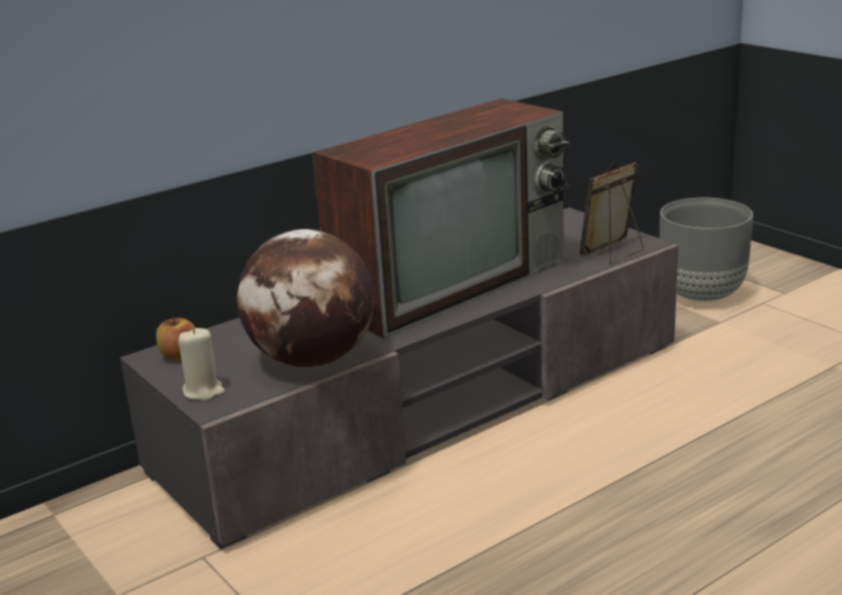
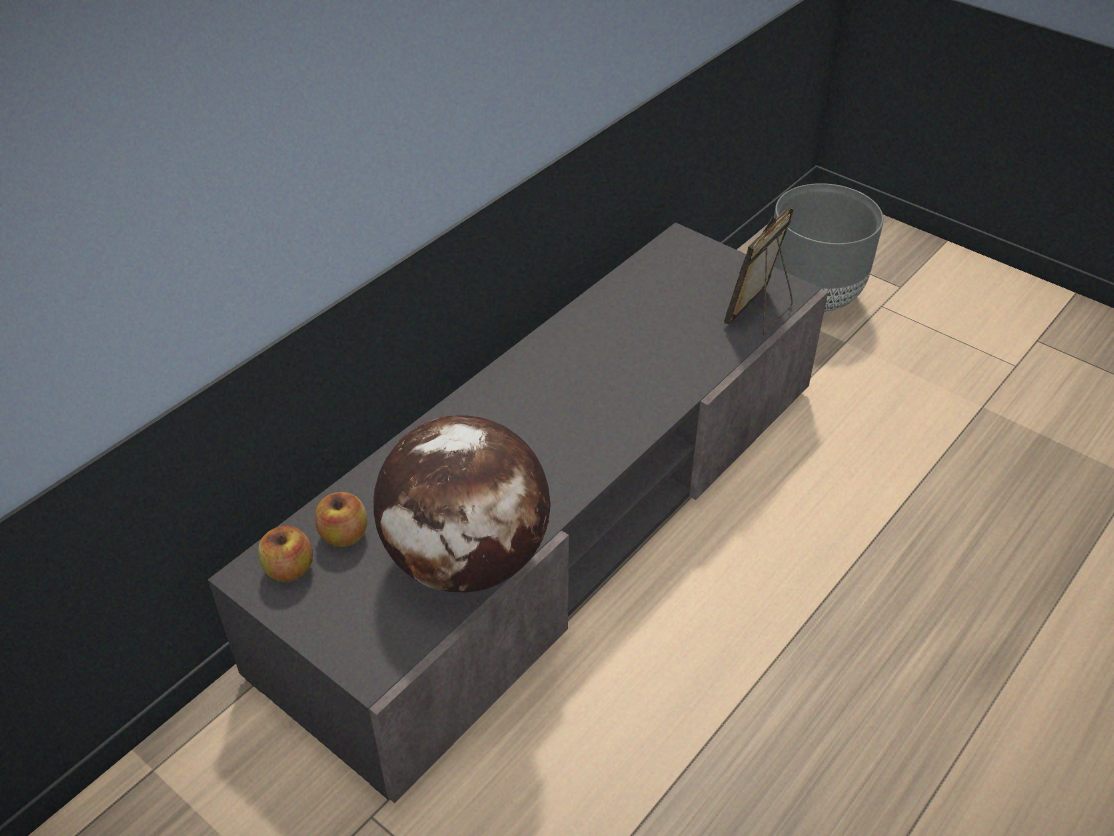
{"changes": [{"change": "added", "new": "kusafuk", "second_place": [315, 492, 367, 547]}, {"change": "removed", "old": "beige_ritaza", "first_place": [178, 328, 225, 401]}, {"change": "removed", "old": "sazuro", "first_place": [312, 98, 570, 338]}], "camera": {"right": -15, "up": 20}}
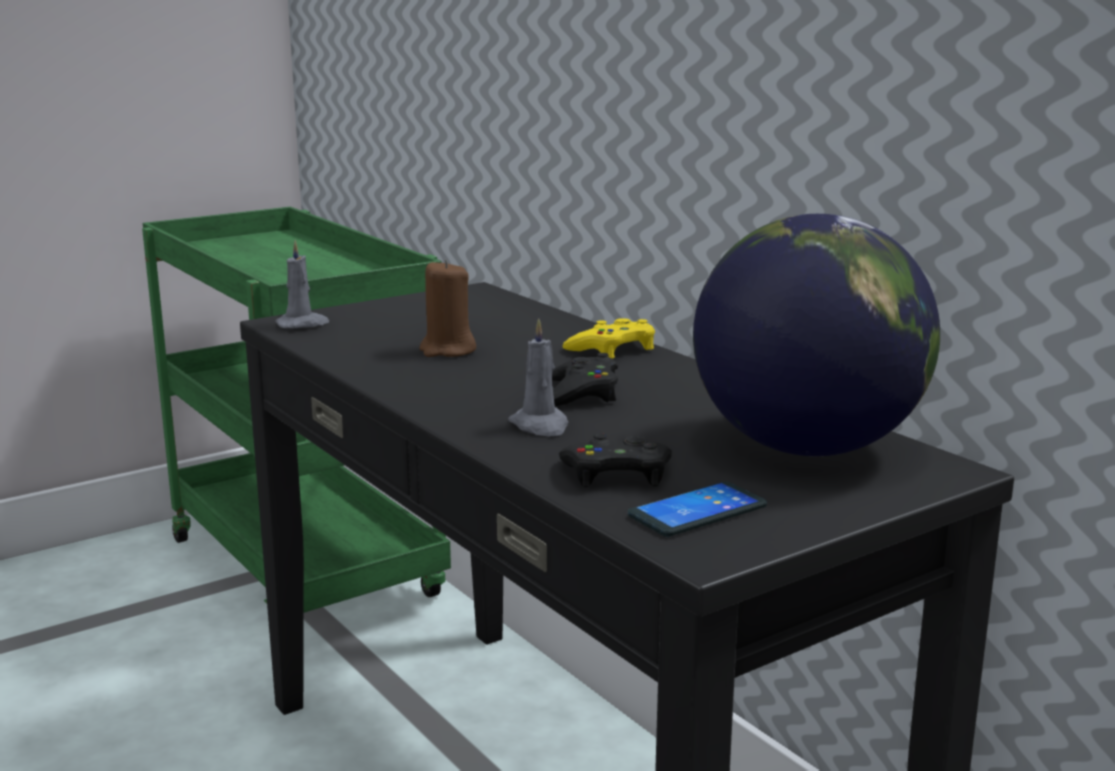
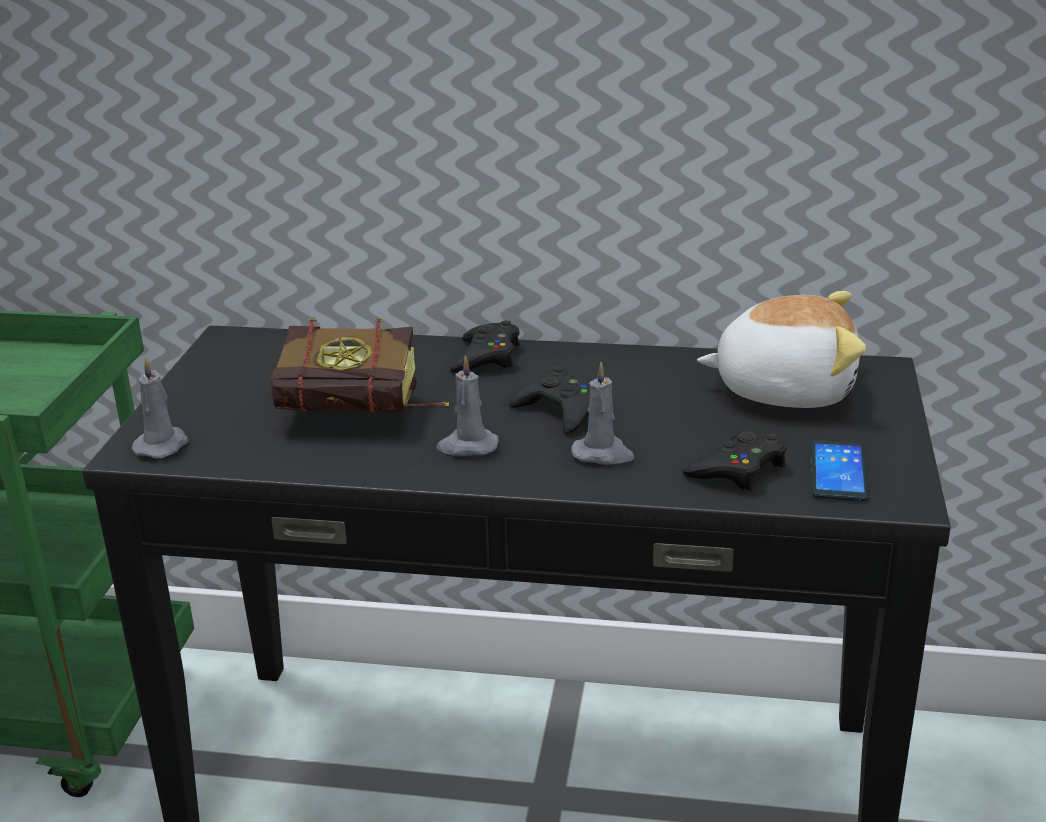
{"changes": [{"change": "replaced", "old": "brown_ritaza", "new": "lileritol", "first_place": [419, 259, 476, 357], "second_place": [270, 318, 449, 413]}, {"change": "added", "new": "grey_ritaza", "second_place": [436, 355, 498, 456]}, {"change": "recoloured", "old": "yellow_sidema", "new": "black_sidema", "first_place": [562, 318, 655, 359], "second_place": [450, 320, 520, 373]}, {"change": "replaced", "old": "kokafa", "new": "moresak", "first_place": [693, 214, 940, 456], "second_place": [697, 291, 866, 408]}], "camera": {"right": -45, "up": 10}}
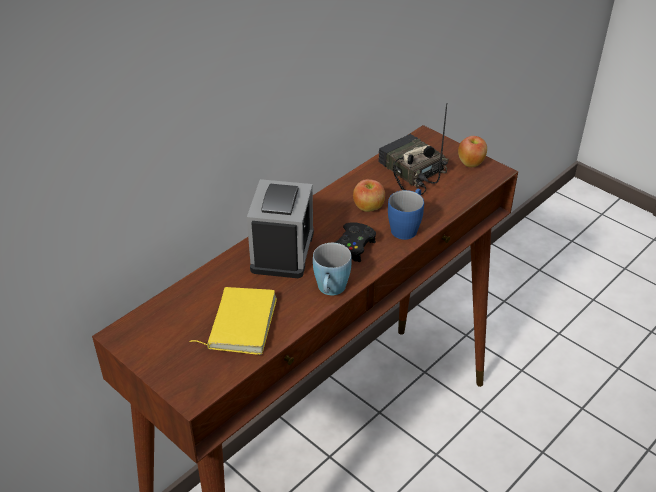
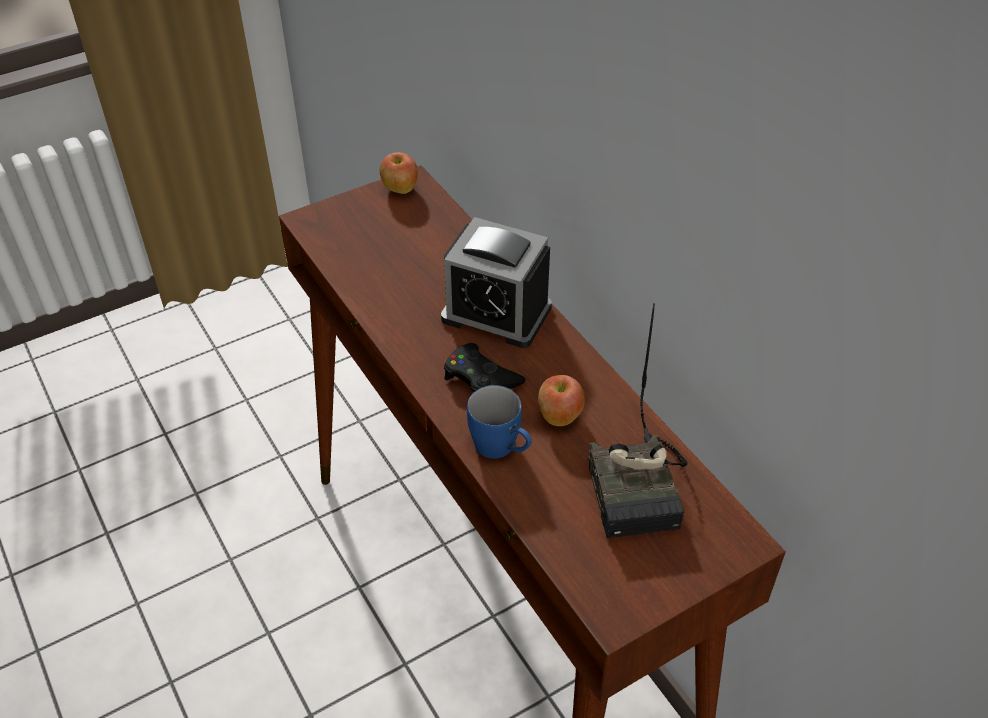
{"changes": [{"change": "moved", "old": "kusafuk", "first_place": [458, 136, 487, 167], "second_place": [380, 152, 418, 194]}, {"change": "turned", "old": "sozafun", "first_place": [378, 103, 449, 195], "second_place": [587, 303, 688, 538], "degrees": 105}, {"change": "removed", "old": "yellow_lileritol", "first_place": [190, 287, 277, 355]}, {"change": "removed", "old": "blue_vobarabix", "first_place": [313, 243, 352, 295]}], "camera": {"right": 105, "up": 5}}
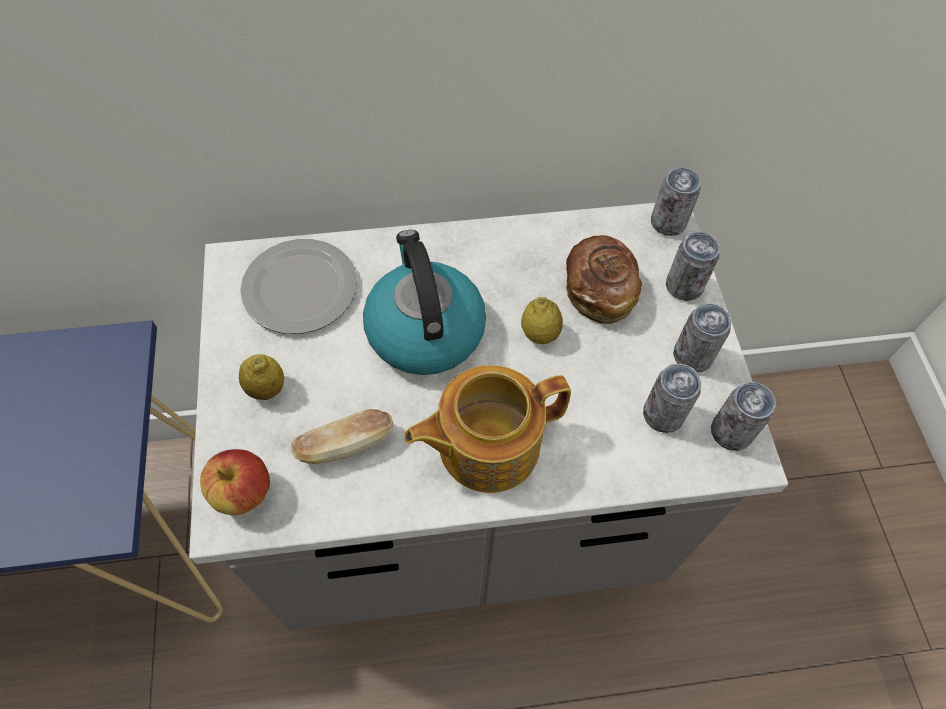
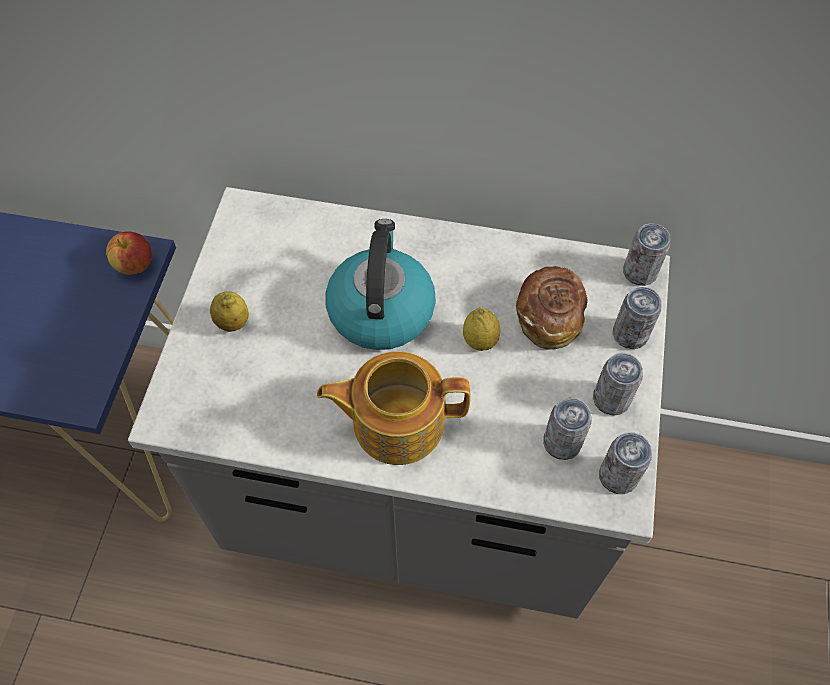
{"changes": [{"change": "moved", "old": "kusafuk", "first_place": [200, 449, 270, 515], "second_place": [106, 231, 152, 275]}, {"change": "removed", "old": "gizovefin", "first_place": [240, 239, 357, 334]}, {"change": "removed", "old": "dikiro", "first_place": [290, 409, 394, 464]}], "camera": {"right": 20, "up": 0}}
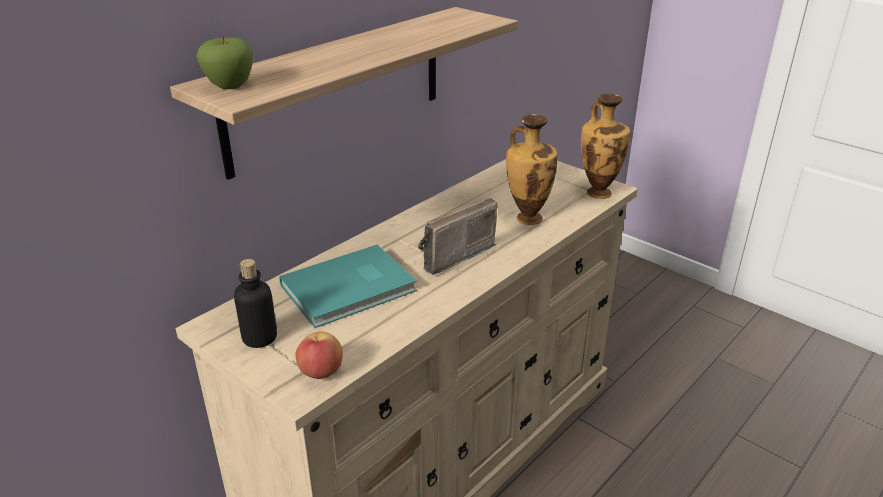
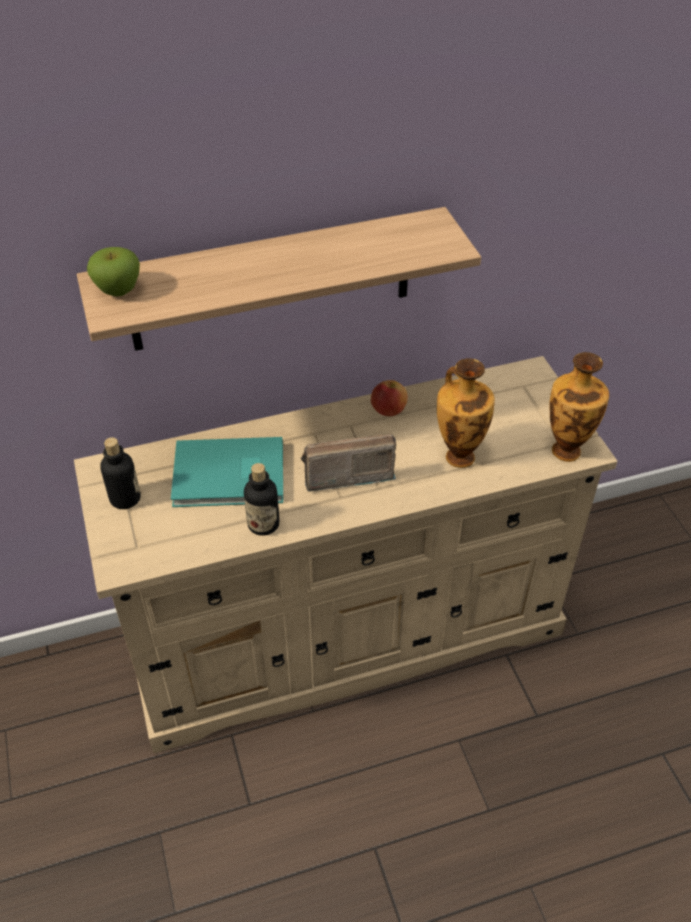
{"changes": [{"change": "added", "new": "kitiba", "second_place": [244, 463, 280, 536]}, {"change": "moved", "old": "kusafuk", "first_place": [296, 331, 343, 379], "second_place": [371, 380, 408, 416]}], "camera": {"right": 30, "up": 15}}
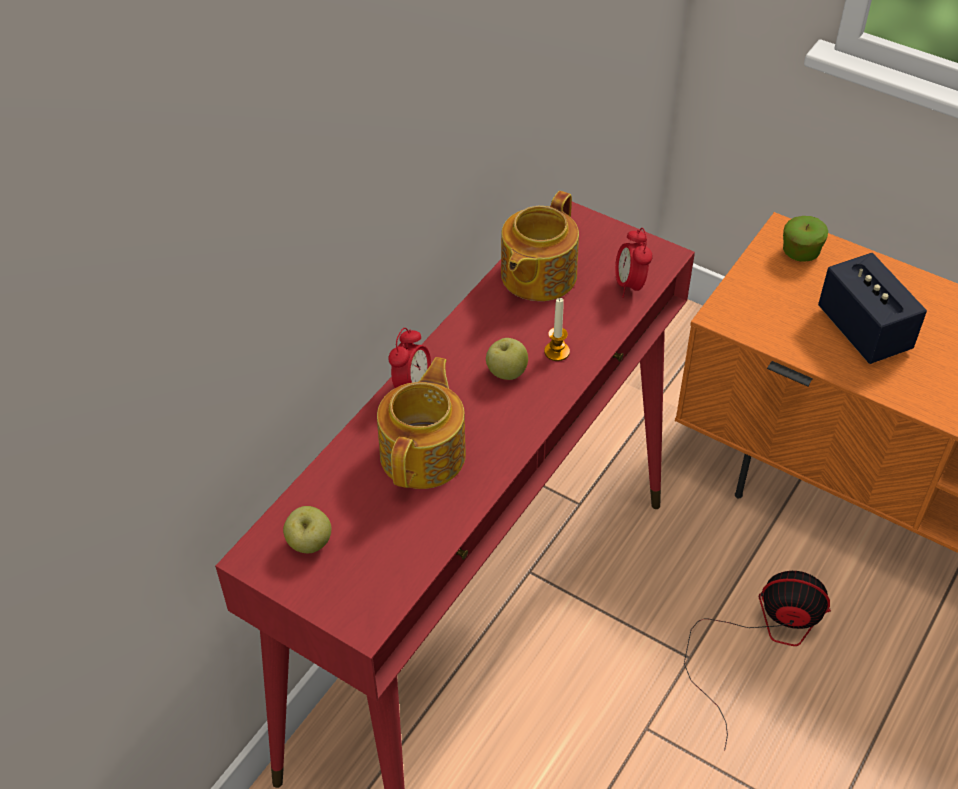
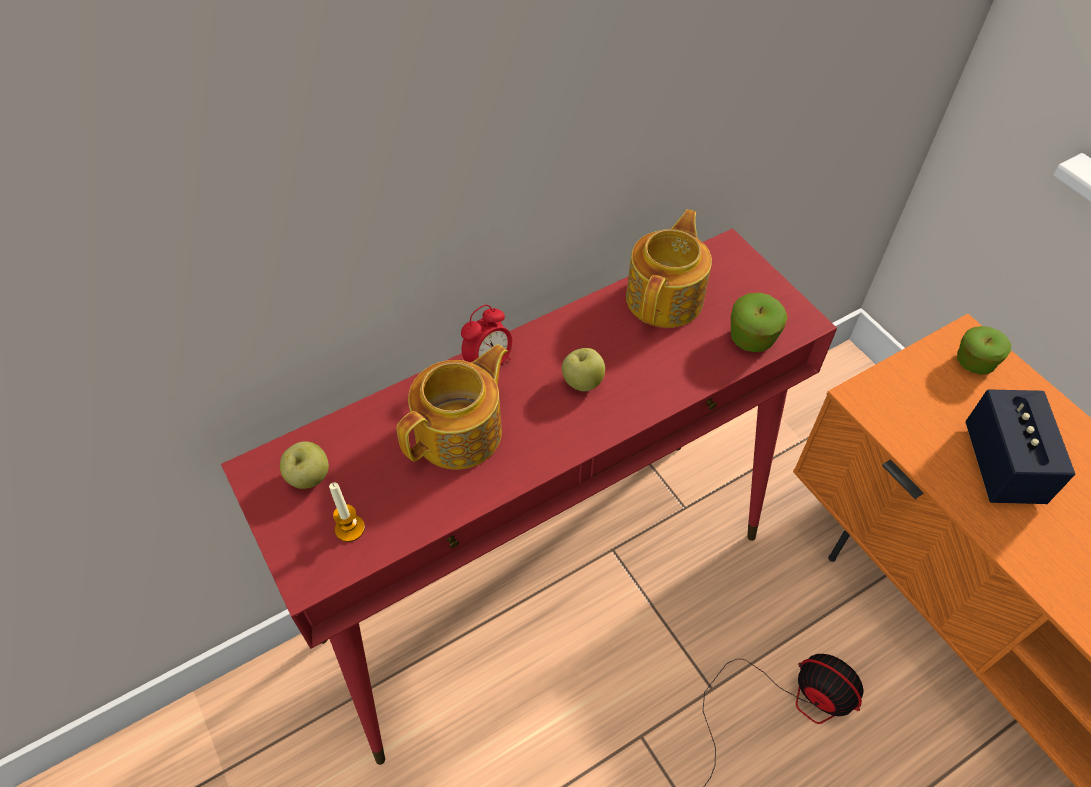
{"changes": [{"change": "moved", "old": "ritaza", "first_place": [544, 298, 570, 361], "second_place": [329, 483, 365, 542]}, {"change": "turned", "old": "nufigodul", "first_place": [501, 191, 579, 301], "second_place": [626, 209, 712, 328], "degrees": 150}, {"change": "replaced", "old": "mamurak", "new": "kusafuk", "first_place": [615, 228, 653, 298], "second_place": [731, 293, 788, 352]}], "camera": {"right": 25, "up": 5}}
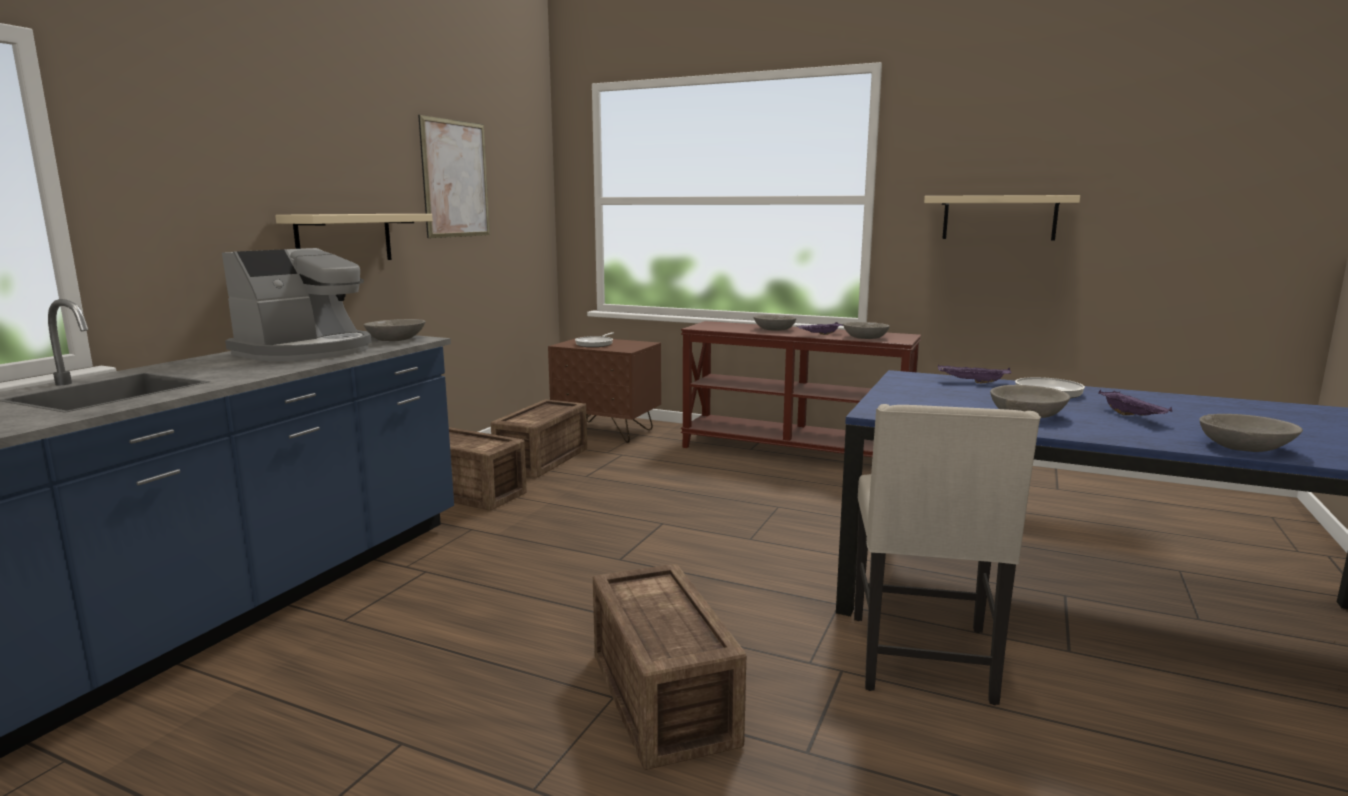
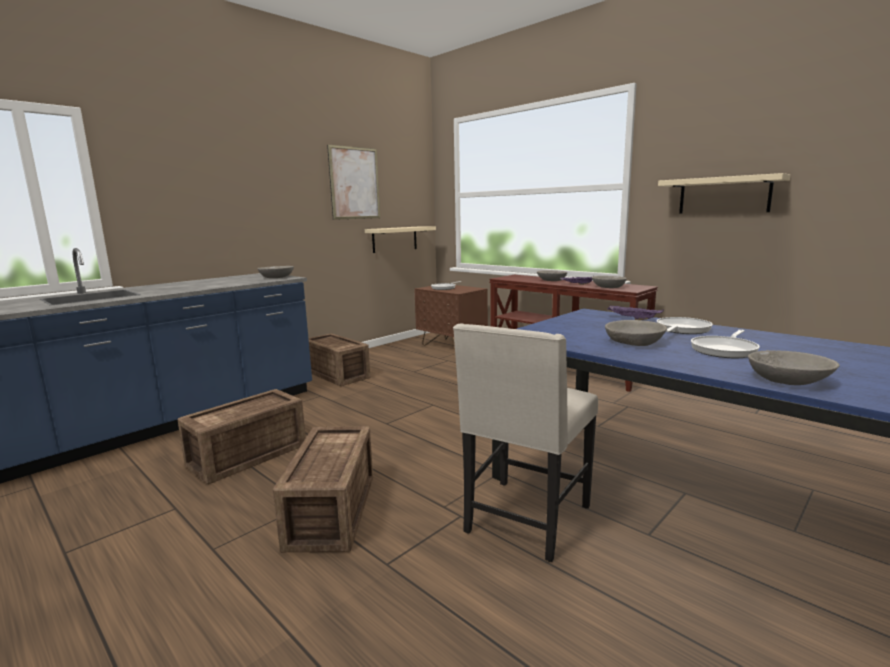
{"changes": [{"change": "moved", "old": "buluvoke", "first_place": [491, 399, 587, 478], "second_place": [177, 389, 306, 484]}, {"change": "moved", "old": "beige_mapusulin", "first_place": [275, 214, 433, 260], "second_place": [365, 226, 436, 253]}, {"change": "replaced", "old": "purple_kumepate", "new": "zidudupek", "first_place": [1098, 390, 1172, 416], "second_place": [691, 330, 760, 358]}, {"change": "removed", "old": "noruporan", "first_place": [222, 248, 372, 361]}], "camera": {"right": 20, "up": 0}}
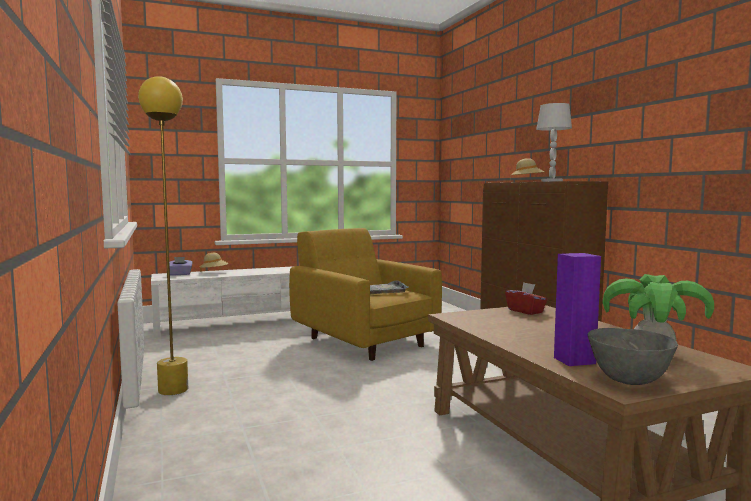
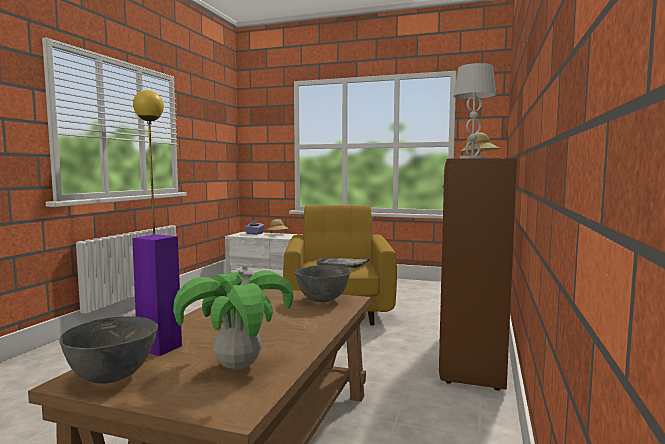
{"changes": [{"change": "replaced", "old": "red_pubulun", "new": "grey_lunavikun", "first_place": [505, 282, 547, 315], "second_place": [295, 265, 350, 302]}], "camera": {"right": 40, "up": 0}}
